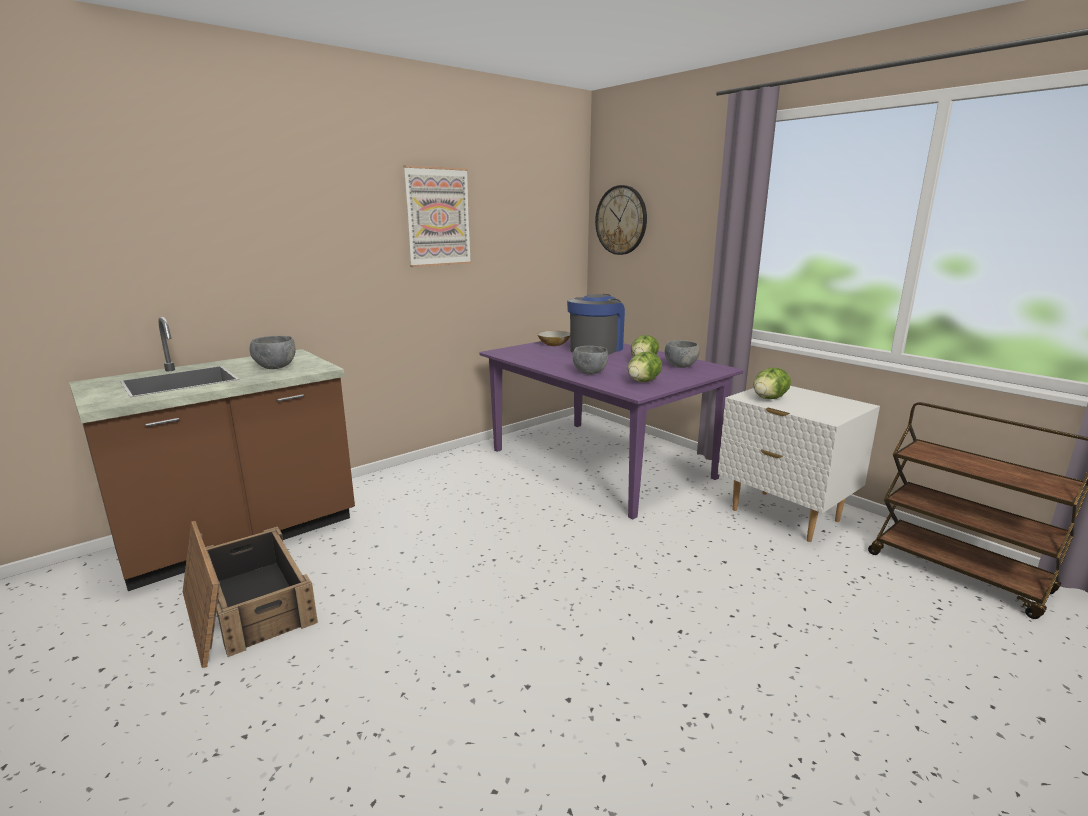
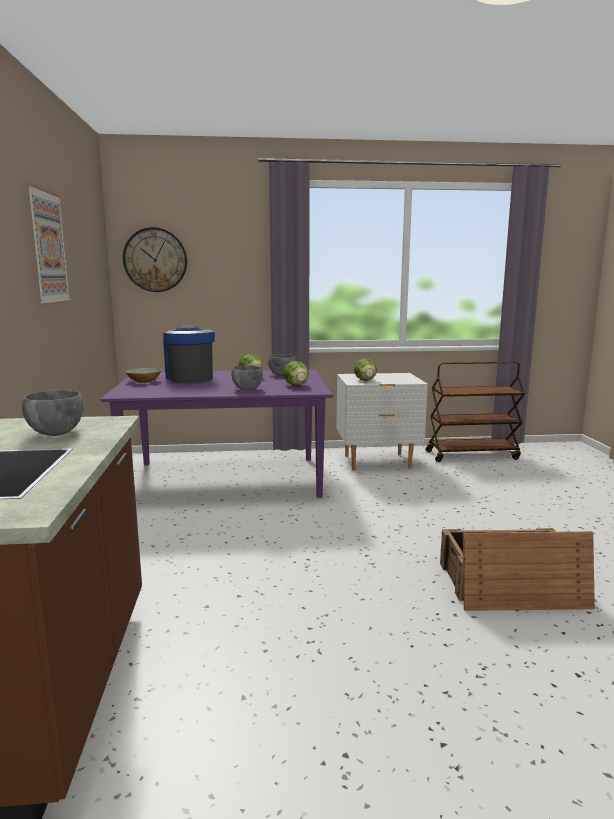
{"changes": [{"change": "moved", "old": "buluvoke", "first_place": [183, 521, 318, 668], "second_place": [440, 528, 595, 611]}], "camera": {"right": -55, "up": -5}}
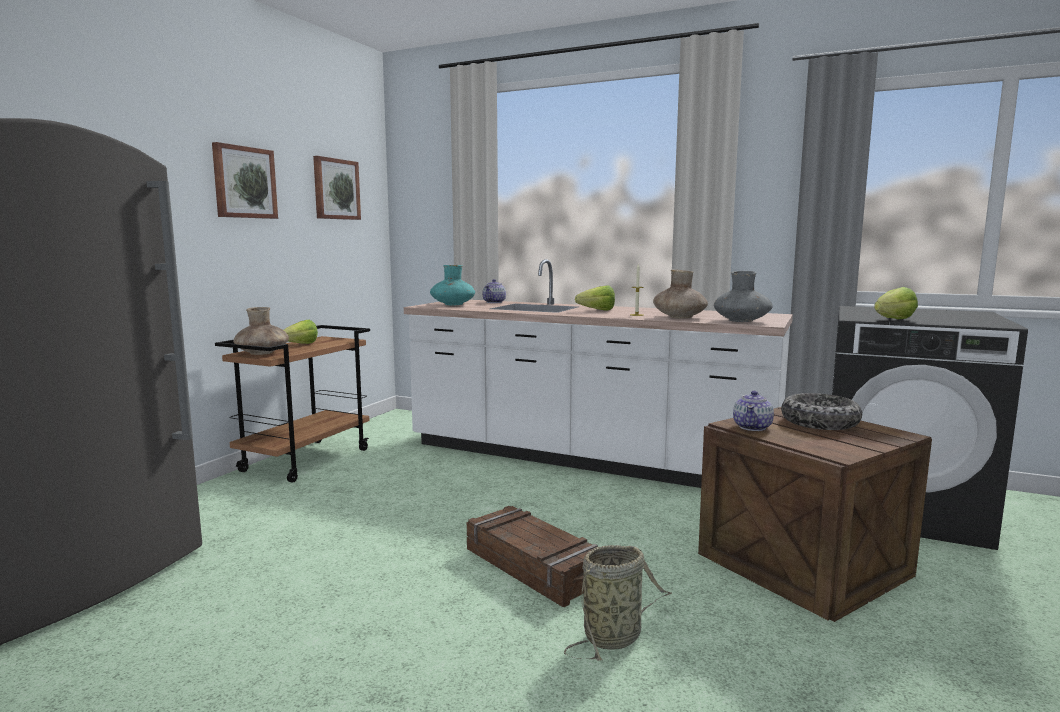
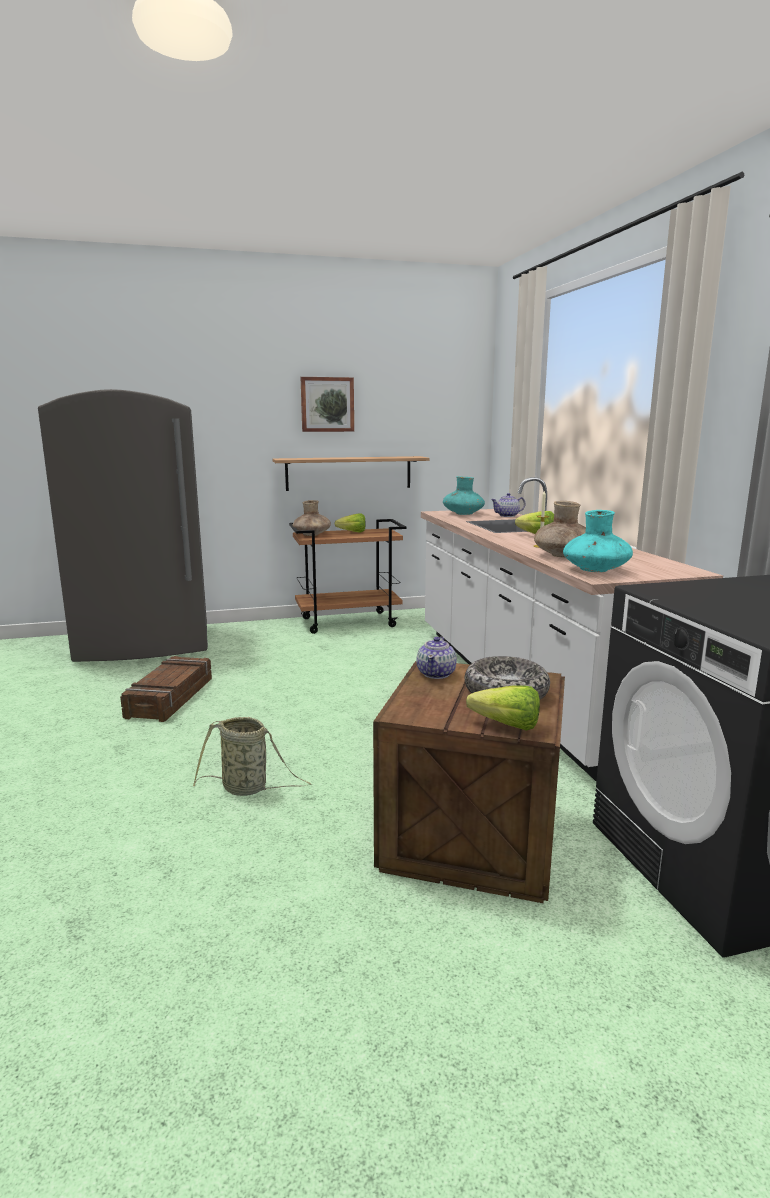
{"changes": [{"change": "moved", "old": "buluvoke", "first_place": [467, 506, 598, 607], "second_place": [120, 656, 212, 722]}, {"change": "added", "new": "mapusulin", "second_place": [273, 456, 429, 491]}, {"change": "turned", "old": "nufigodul", "first_place": [733, 391, 774, 431], "second_place": [416, 637, 457, 679], "degrees": -60}, {"change": "moved", "old": "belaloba", "first_place": [874, 287, 918, 319], "second_place": [466, 686, 540, 731]}, {"change": "recoloured", "old": "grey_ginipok", "new": "turquoise_ginipok", "first_place": [714, 271, 773, 322], "second_place": [563, 510, 633, 572]}, {"change": "removed", "old": "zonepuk", "first_place": [313, 156, 361, 220]}], "camera": {"right": 50, "up": 5}}
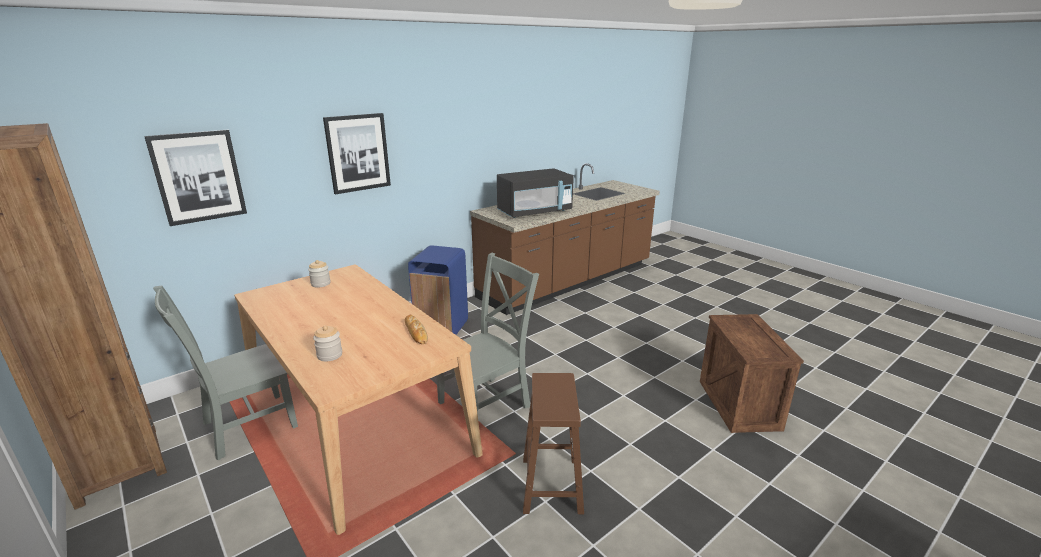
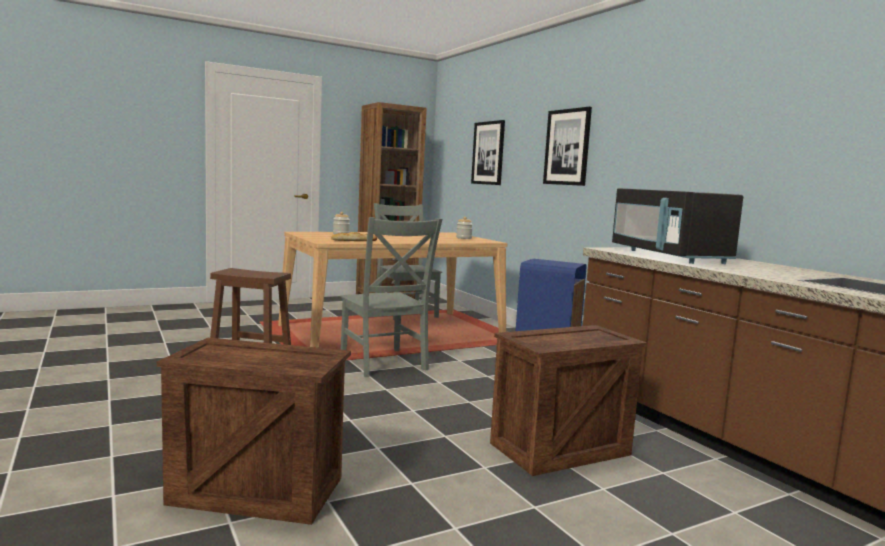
{"changes": [{"change": "added", "new": "buluvoke", "second_place": [490, 325, 647, 476]}], "camera": {"right": 100, "up": -15}}
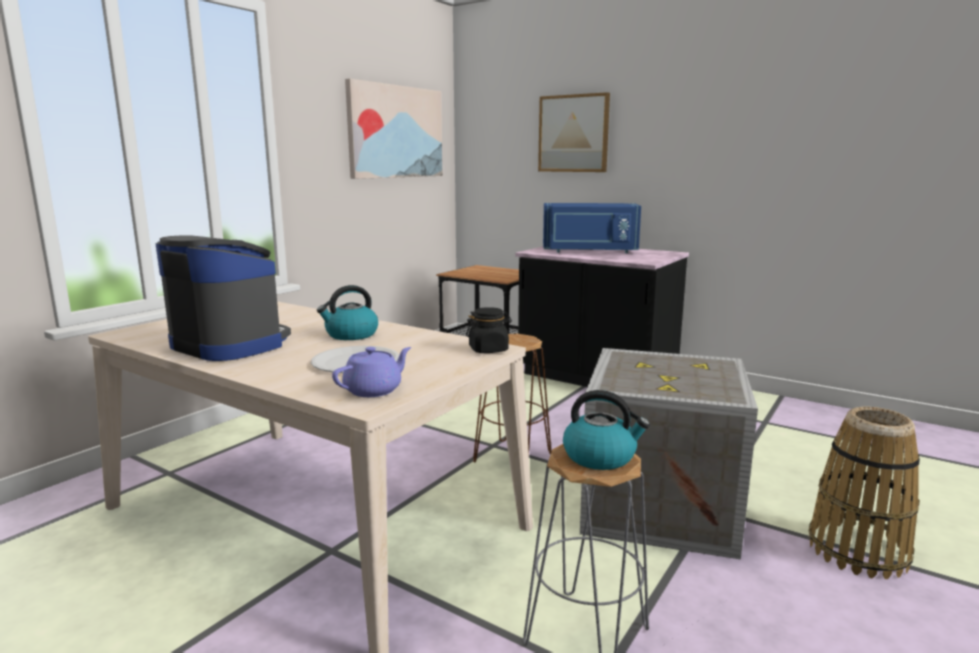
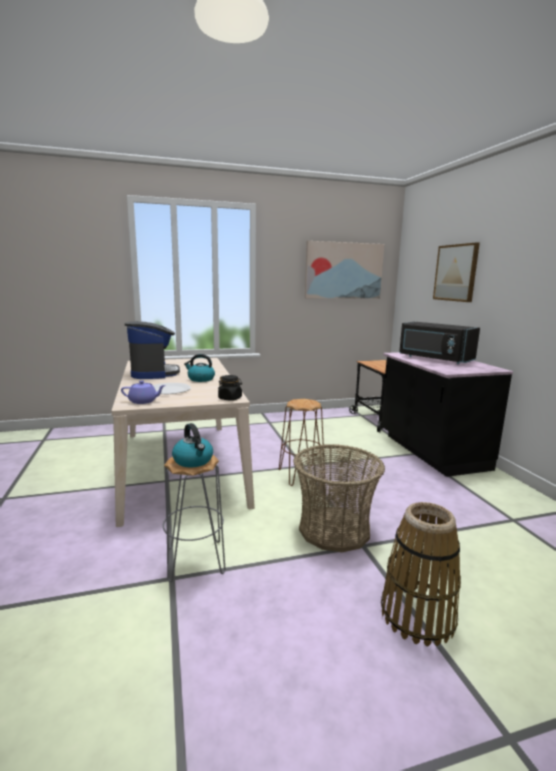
{"changes": [{"change": "replaced", "old": "buluvoke", "new": "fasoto", "first_place": [580, 348, 758, 560], "second_place": [293, 444, 385, 552]}, {"change": "recoloured", "old": "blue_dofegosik", "new": "black_dofegosik", "first_place": [543, 203, 641, 253], "second_place": [399, 322, 480, 364]}], "camera": {"right": 40, "up": 0}}
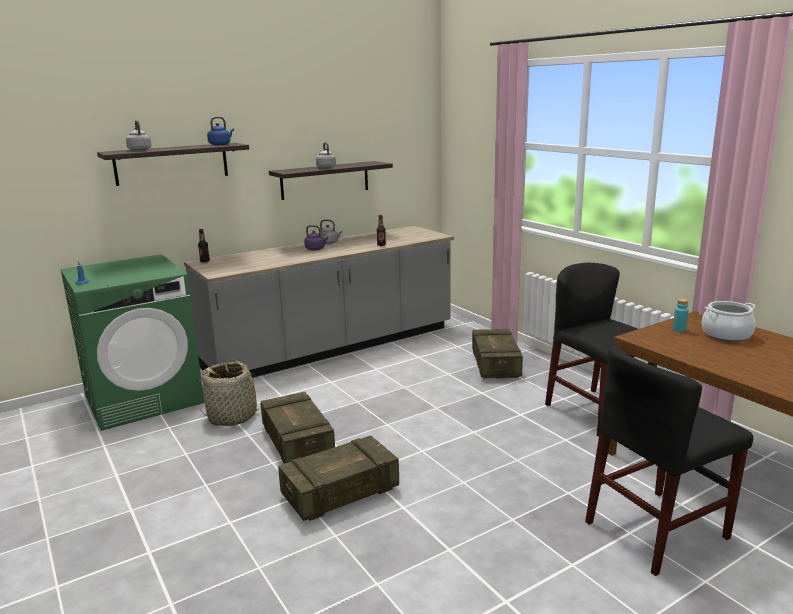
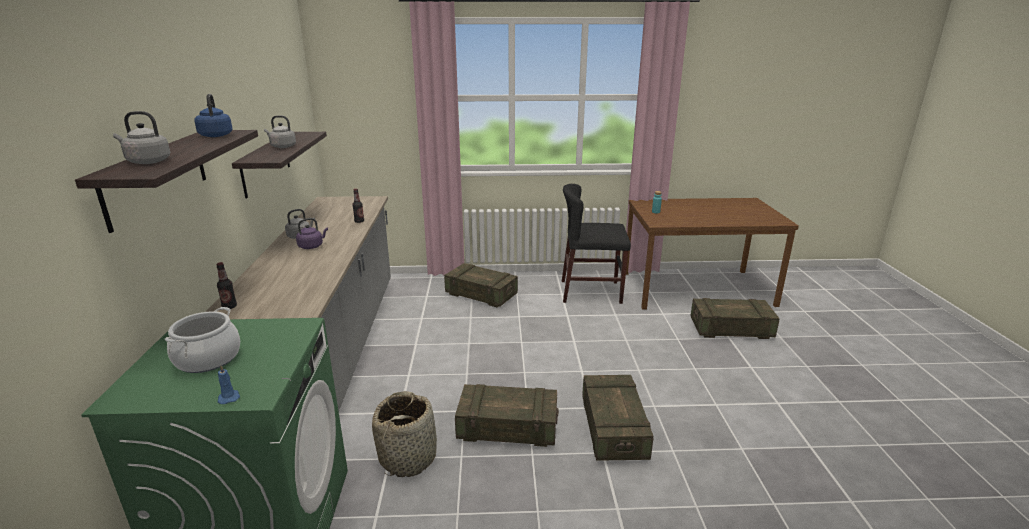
{"changes": [{"change": "moved", "old": "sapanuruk", "first_place": [702, 301, 756, 342], "second_place": [164, 307, 240, 373]}, {"change": "replaced", "old": "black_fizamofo", "new": "buluvoke", "first_place": [585, 345, 753, 576], "second_place": [691, 298, 780, 339]}], "camera": {"right": -60, "up": 5}}
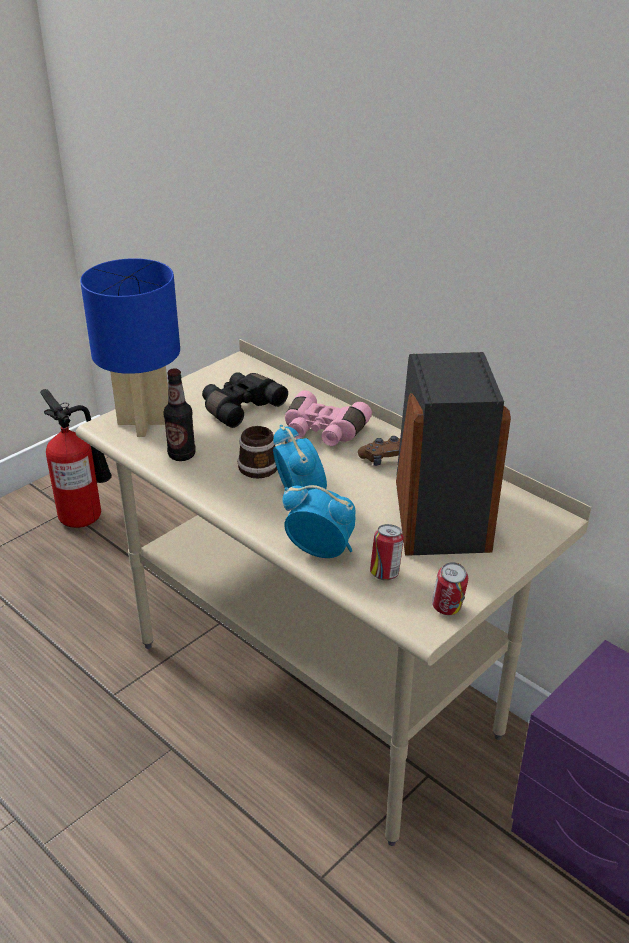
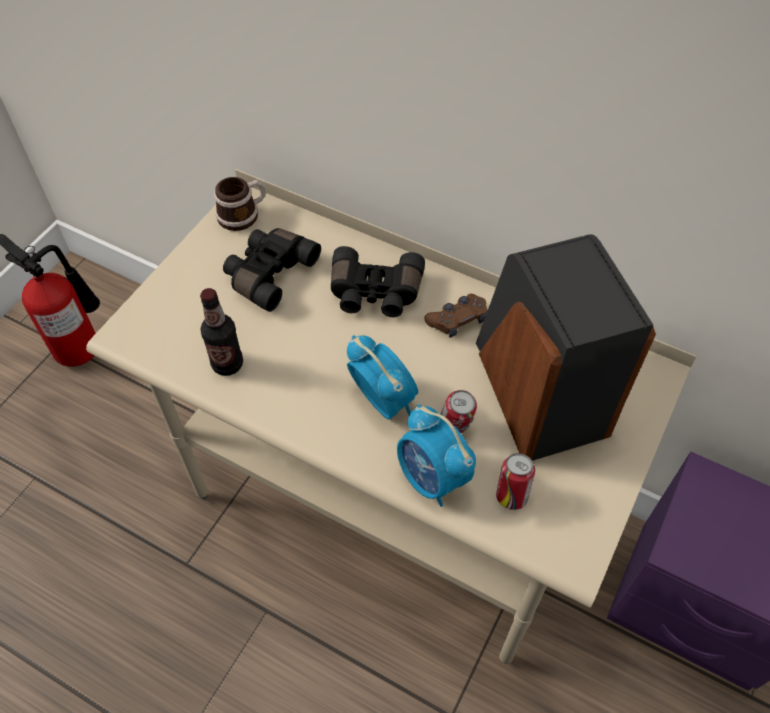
{"changes": [{"change": "moved", "old": "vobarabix", "first_place": [237, 426, 290, 478], "second_place": [214, 177, 266, 231]}, {"change": "recoloured", "old": "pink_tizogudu", "new": "black_tizogudu", "first_place": [285, 390, 372, 446], "second_place": [331, 246, 425, 317]}, {"change": "turned", "old": "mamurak", "first_place": [282, 485, 356, 558], "second_place": [397, 404, 476, 507], "degrees": -135}, {"change": "moved", "old": "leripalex", "first_place": [432, 562, 468, 615], "second_place": [441, 390, 477, 433]}, {"change": "removed", "old": "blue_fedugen", "first_place": [80, 258, 180, 437]}], "camera": {"right": -15, "up": 20}}
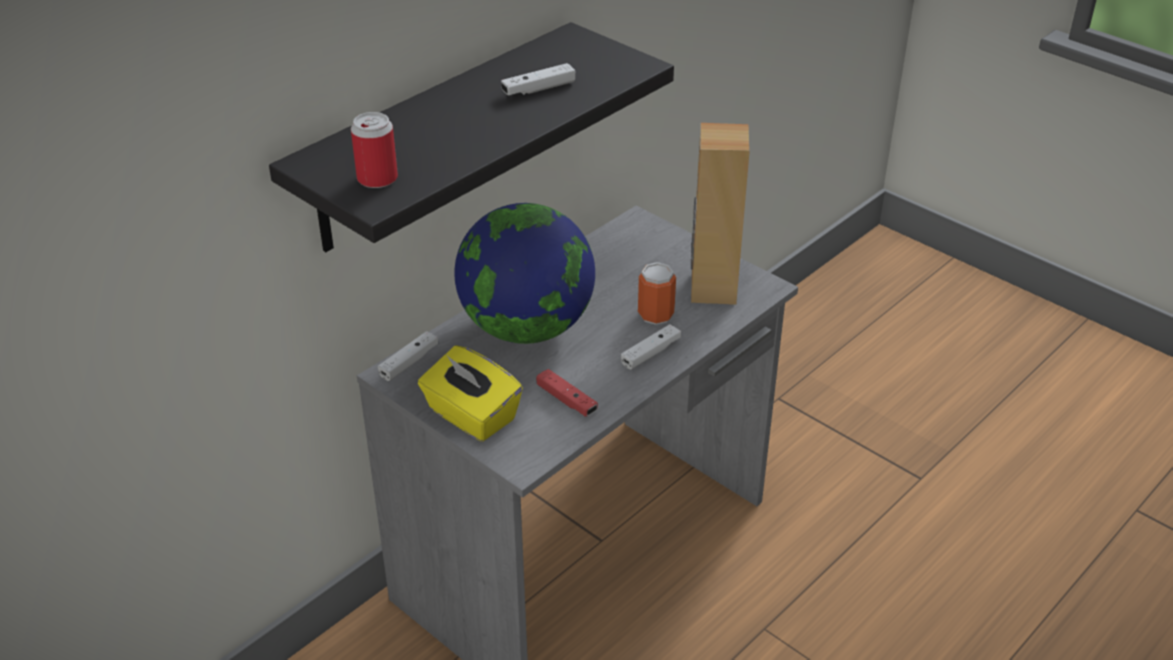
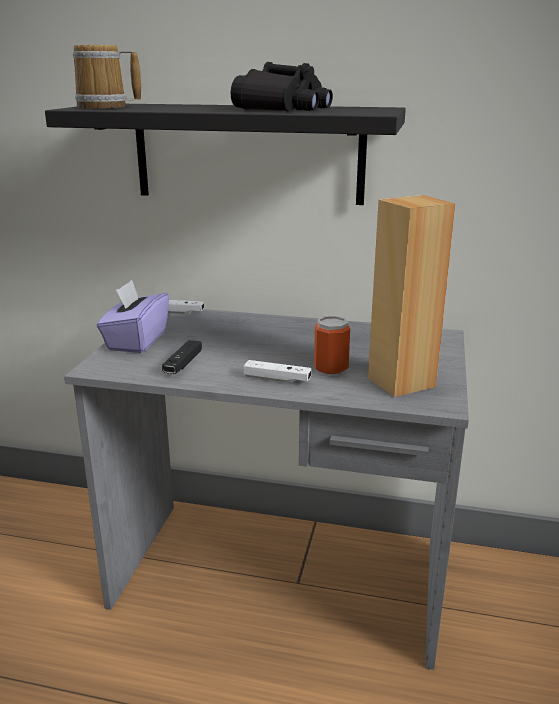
{"changes": [{"change": "replaced", "old": "leripalex", "new": "vobarabix", "first_place": [351, 112, 398, 188], "second_place": [73, 45, 141, 109]}, {"change": "recoloured", "old": "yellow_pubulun", "new": "purple_pubulun", "first_place": [418, 346, 523, 442], "second_place": [97, 280, 169, 353]}, {"change": "recoloured", "old": "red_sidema", "new": "black_sidema", "first_place": [536, 369, 598, 417], "second_place": [162, 340, 202, 374]}, {"change": "replaced", "old": "white_sidema", "new": "black_tizogudu", "first_place": [501, 63, 575, 95], "second_place": [231, 62, 333, 112]}, {"change": "removed", "old": "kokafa", "first_place": [454, 203, 595, 344]}], "camera": {"right": 60, "up": -15}}
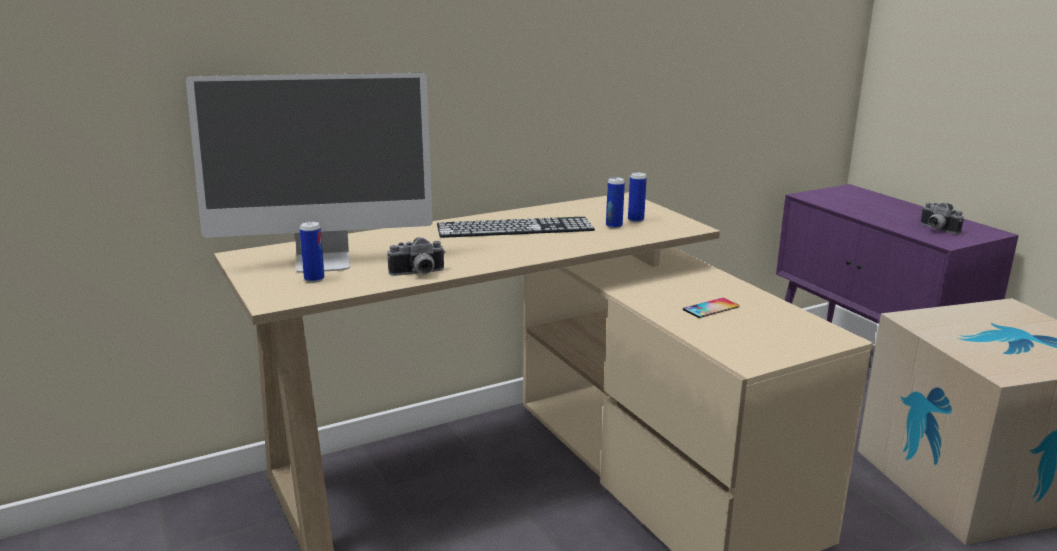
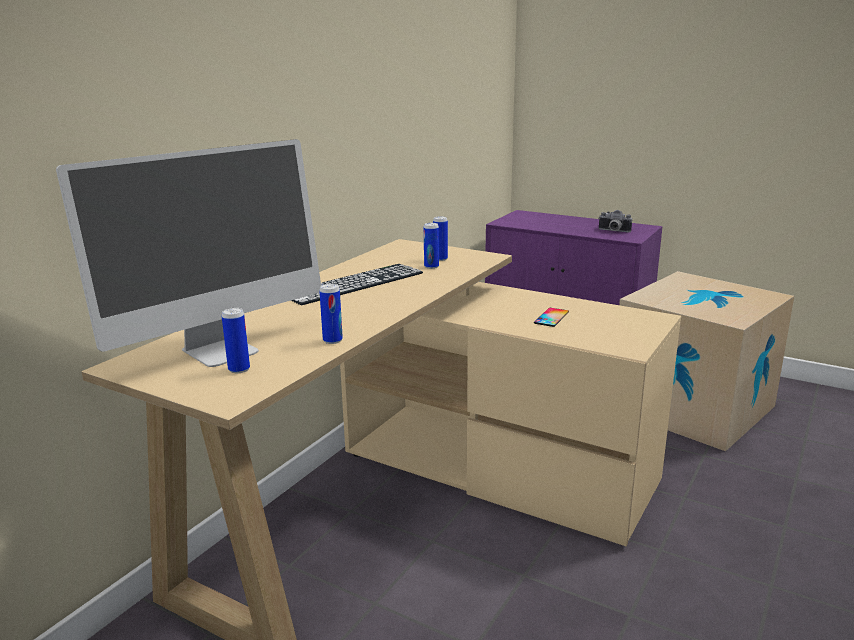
{"changes": [{"change": "replaced", "old": "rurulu", "new": "leripalex", "first_place": [387, 237, 445, 276], "second_place": [319, 284, 343, 344]}], "camera": {"right": -30, "up": 0}}
